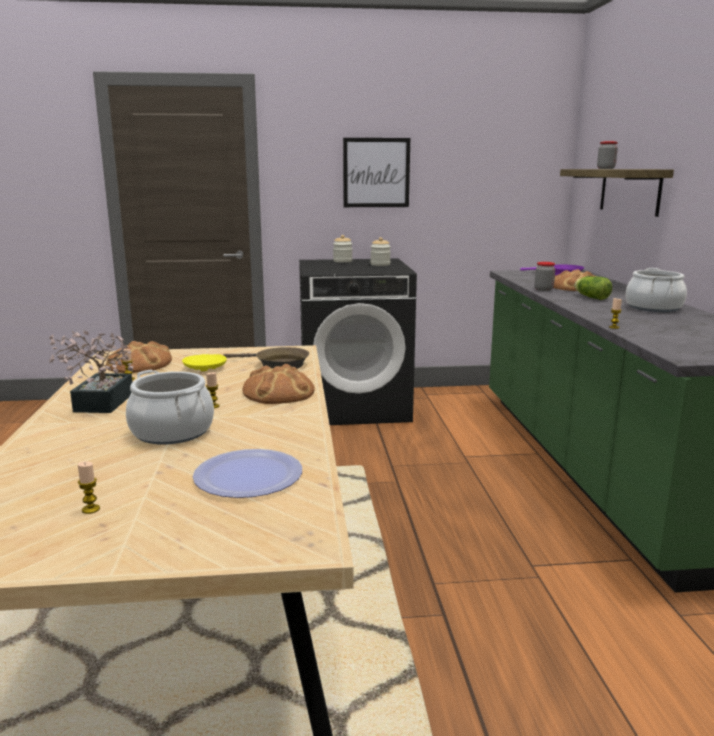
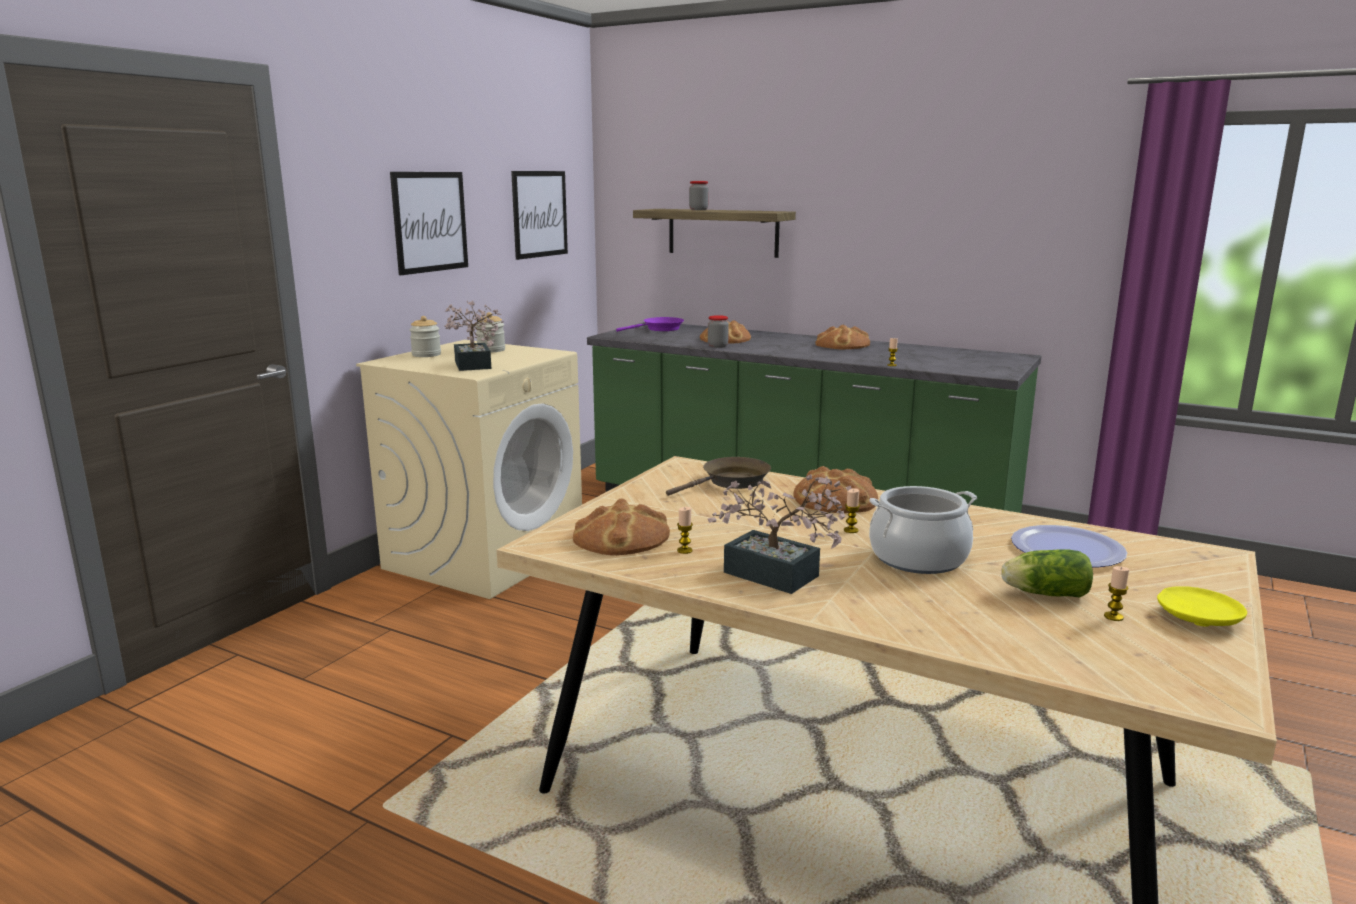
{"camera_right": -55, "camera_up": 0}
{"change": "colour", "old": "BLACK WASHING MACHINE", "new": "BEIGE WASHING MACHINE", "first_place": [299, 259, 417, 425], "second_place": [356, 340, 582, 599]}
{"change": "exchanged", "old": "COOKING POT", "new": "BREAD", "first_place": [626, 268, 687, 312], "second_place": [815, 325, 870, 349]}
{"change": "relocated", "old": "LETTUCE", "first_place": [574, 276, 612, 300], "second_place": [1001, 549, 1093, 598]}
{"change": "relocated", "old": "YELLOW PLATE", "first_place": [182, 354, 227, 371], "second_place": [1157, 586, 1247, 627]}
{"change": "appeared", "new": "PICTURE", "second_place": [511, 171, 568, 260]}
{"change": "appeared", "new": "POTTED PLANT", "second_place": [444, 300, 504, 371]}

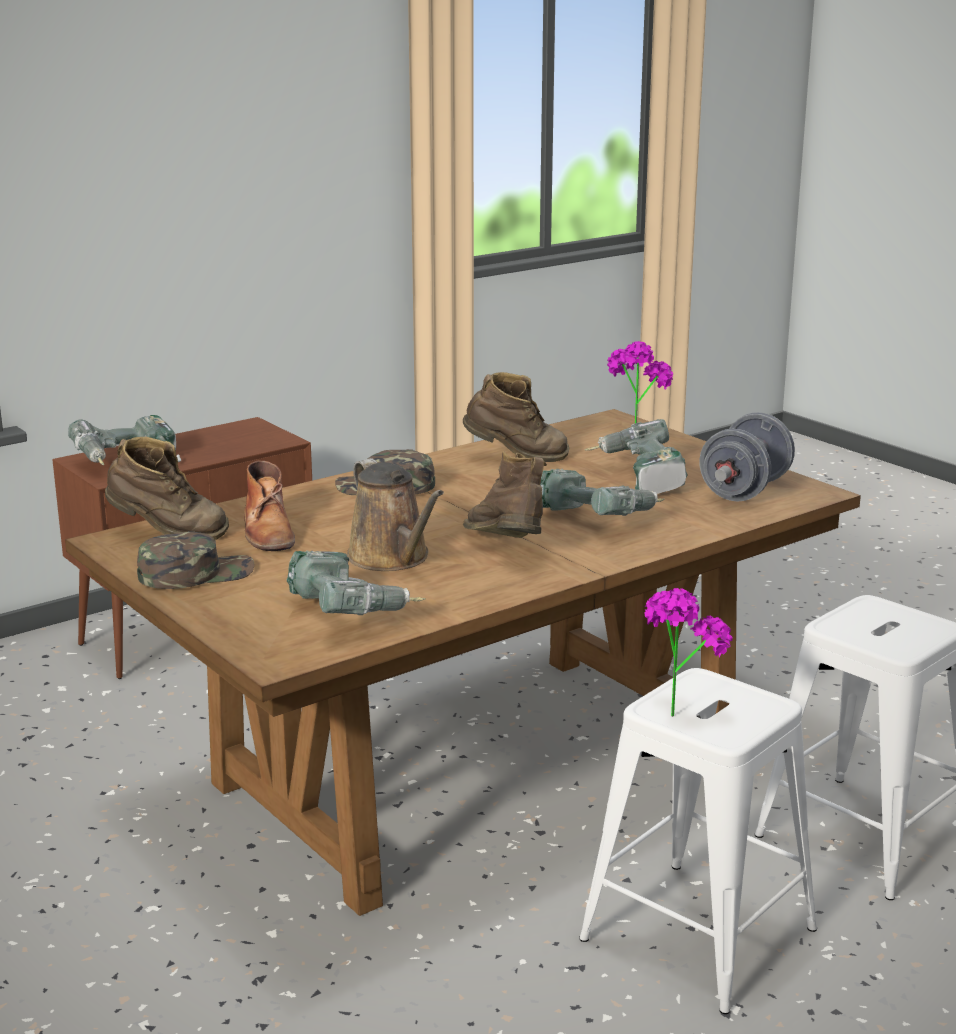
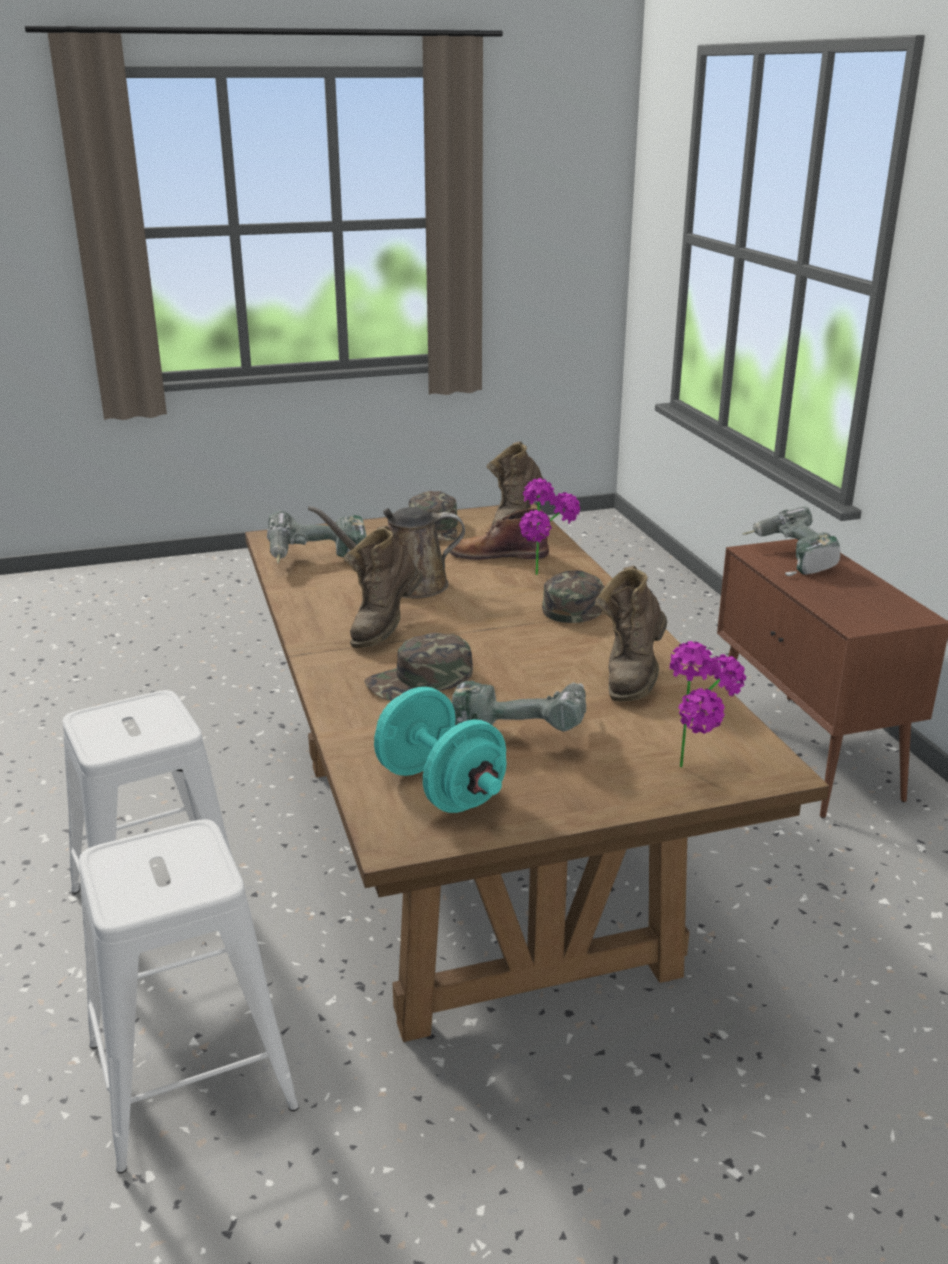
{"camera_right": 110, "camera_up": 5}
{"change": "colour", "old": "GREY DUMBBELL", "new": "TURQUOISE DUMBBELL", "first_place": [699, 412, 795, 502], "second_place": [374, 687, 506, 813]}
{"change": "spun", "old": "BROWN BOOT", "first_place": [463, 452, 547, 538], "second_place": [344, 526, 423, 648], "degrees": 120}
{"change": "exchanged", "old": "POWER DRILL", "new": "GREEN CAP", "first_place": [540, 469, 665, 516], "second_place": [364, 632, 473, 701]}
{"change": "relocated", "old": "POTTED PLANT", "first_place": [644, 588, 732, 717], "second_place": [519, 478, 580, 575]}

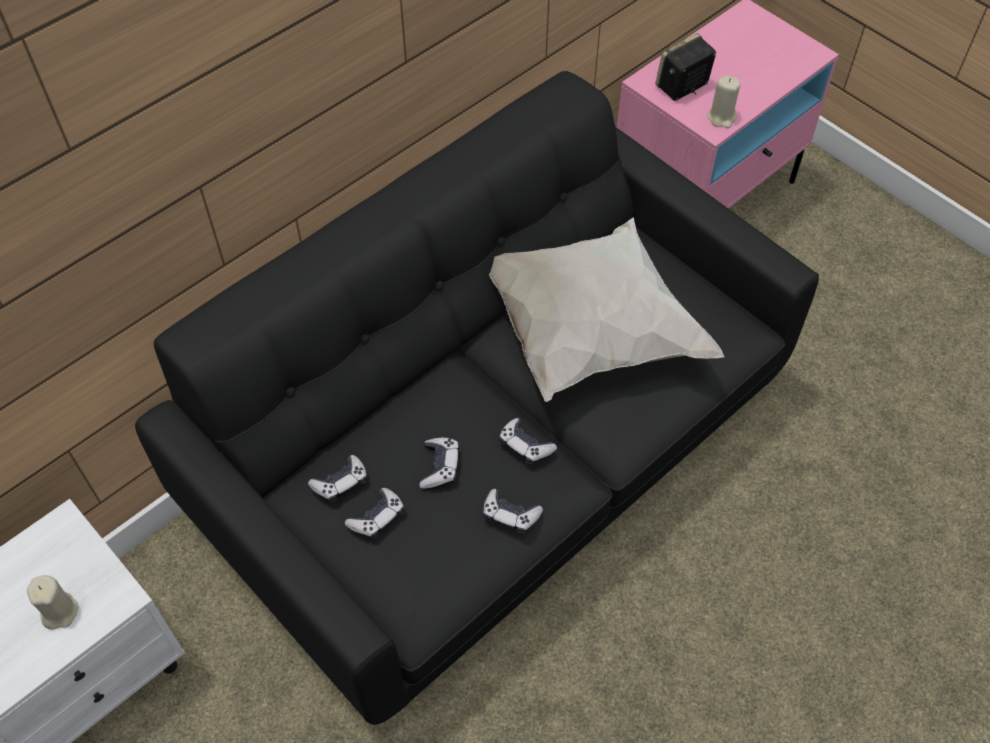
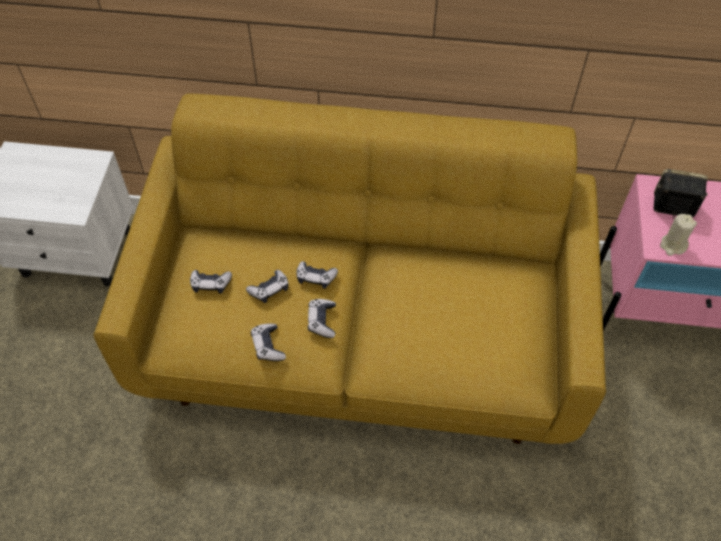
{"camera_right": 50, "camera_up": 0}
{"change": "colour", "old": "BLACK SOFA", "new": "YELLOW SOFA", "first_place": [135, 71, 819, 725], "second_place": [94, 94, 606, 444]}
{"change": "missing", "old": "WHITE PILLOW", "first_place": [489, 217, 724, 402]}
{"change": "relocated", "old": "GAME CONTROLLER", "first_place": [308, 455, 367, 503], "second_place": [296, 261, 338, 289]}
{"change": "missing", "old": "BEIGE CANDLE", "first_place": [27, 575, 78, 630]}

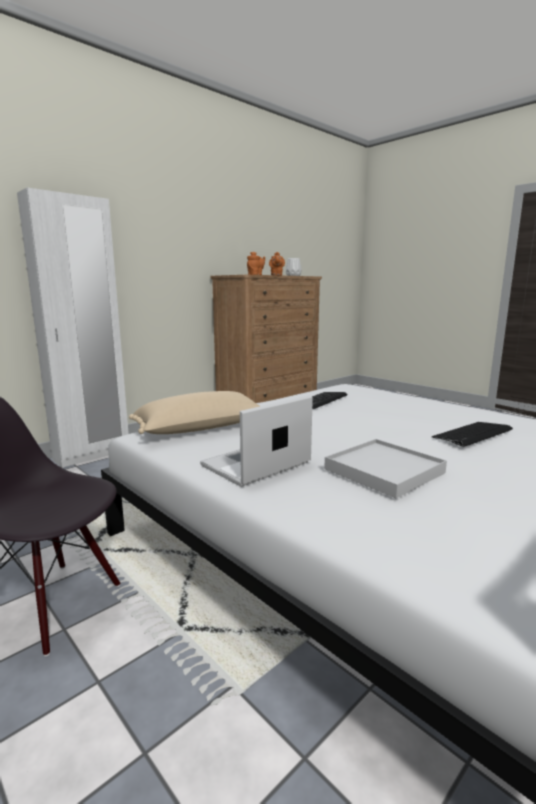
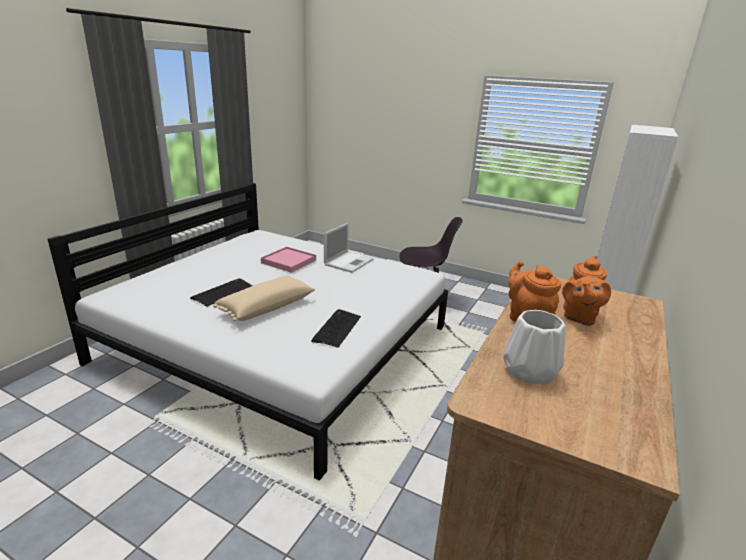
{"camera_right": 160, "camera_up": 10}
{"change": "relocated", "old": "BEIGE PILLOW", "first_place": [129, 391, 260, 434], "second_place": [213, 276, 315, 321]}
{"change": "colour", "old": "WHITE TRAY", "new": "PINK TRAY", "first_place": [324, 439, 447, 498], "second_place": [261, 247, 316, 273]}

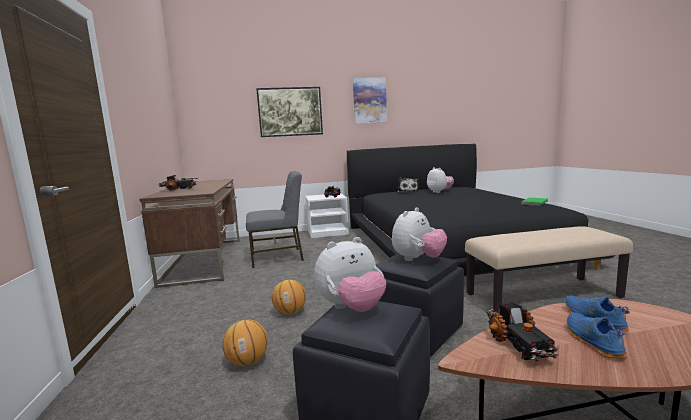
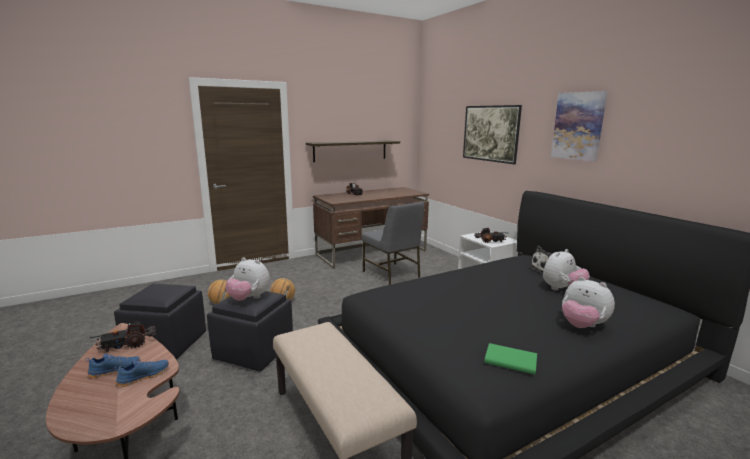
{"camera_right": 70, "camera_up": 5}
{"change": "relocated", "old": "PLUSH TOY", "first_place": [314, 237, 386, 312], "second_place": [562, 277, 615, 328]}
{"change": "appeared", "new": "SHELF", "second_place": [306, 140, 400, 162]}

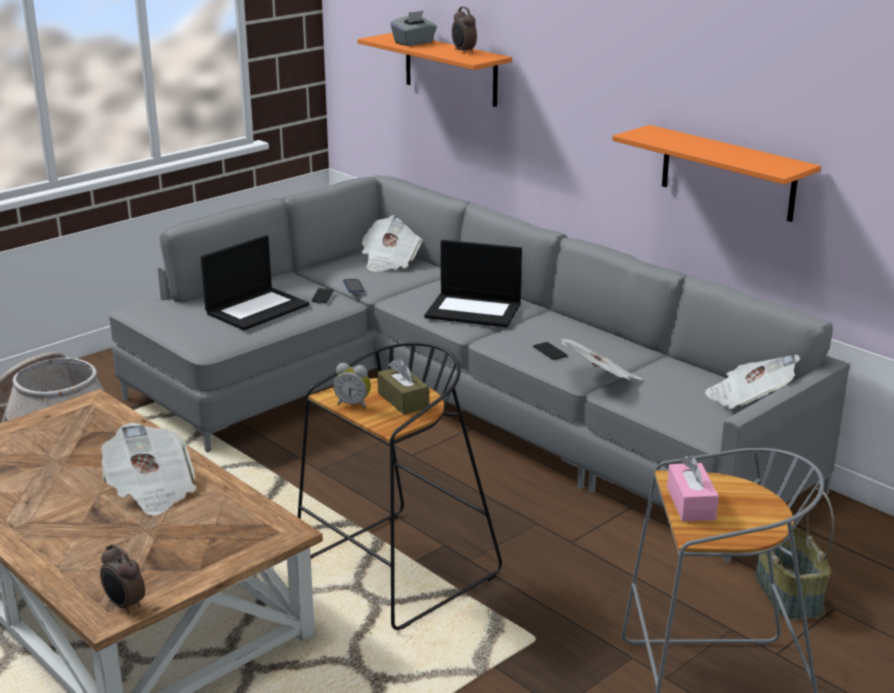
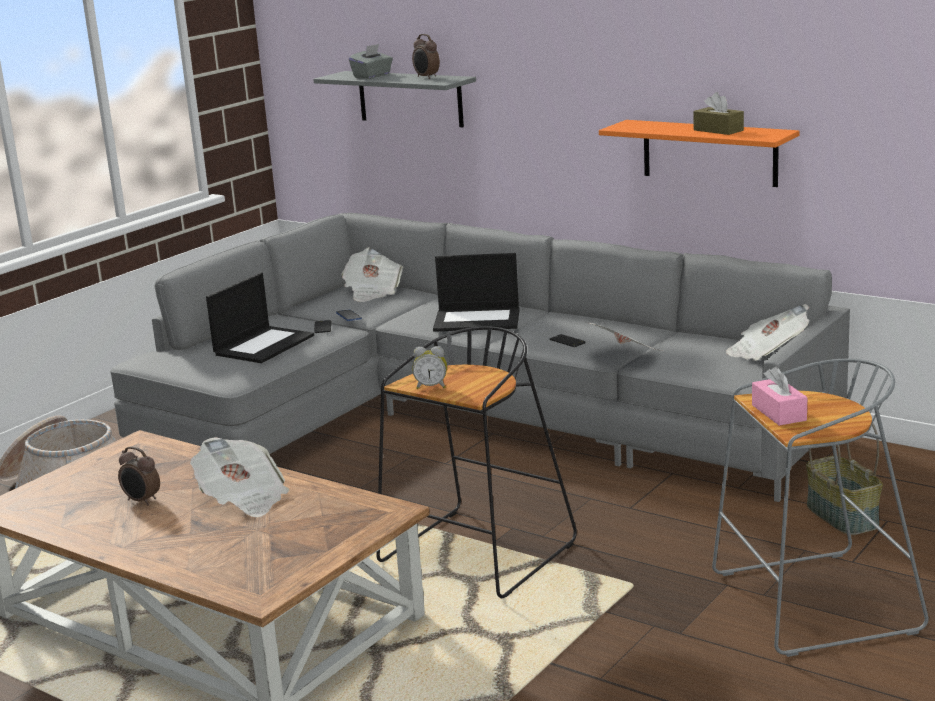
{"camera_right": -10, "camera_up": -5}
{"change": "colour", "old": "ORANGE SHELF", "new": "GREY SHELF", "first_place": [357, 33, 512, 107], "second_place": [313, 71, 476, 127]}
{"change": "relocated", "old": "BROWN TISSUE BOX", "first_place": [377, 358, 429, 415], "second_place": [693, 92, 744, 135]}
{"change": "relocated", "old": "ALARM CLOCK", "first_place": [100, 544, 145, 614], "second_place": [118, 446, 160, 505]}

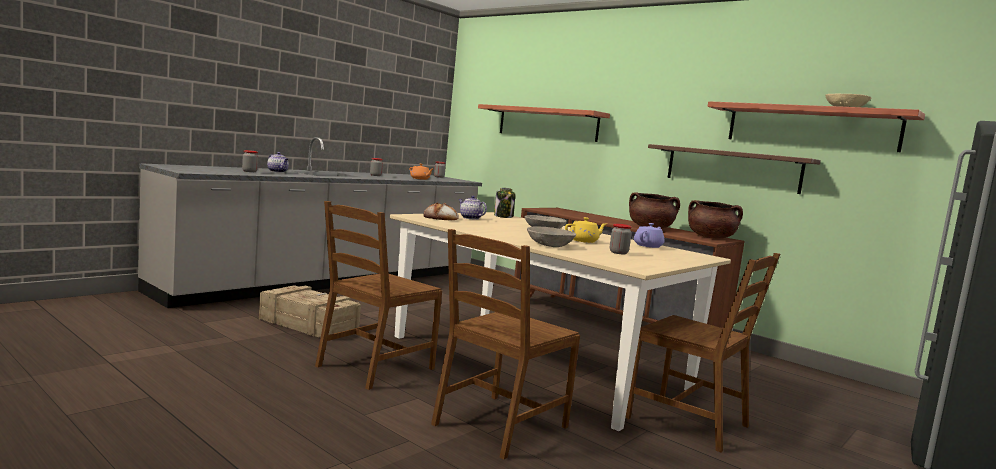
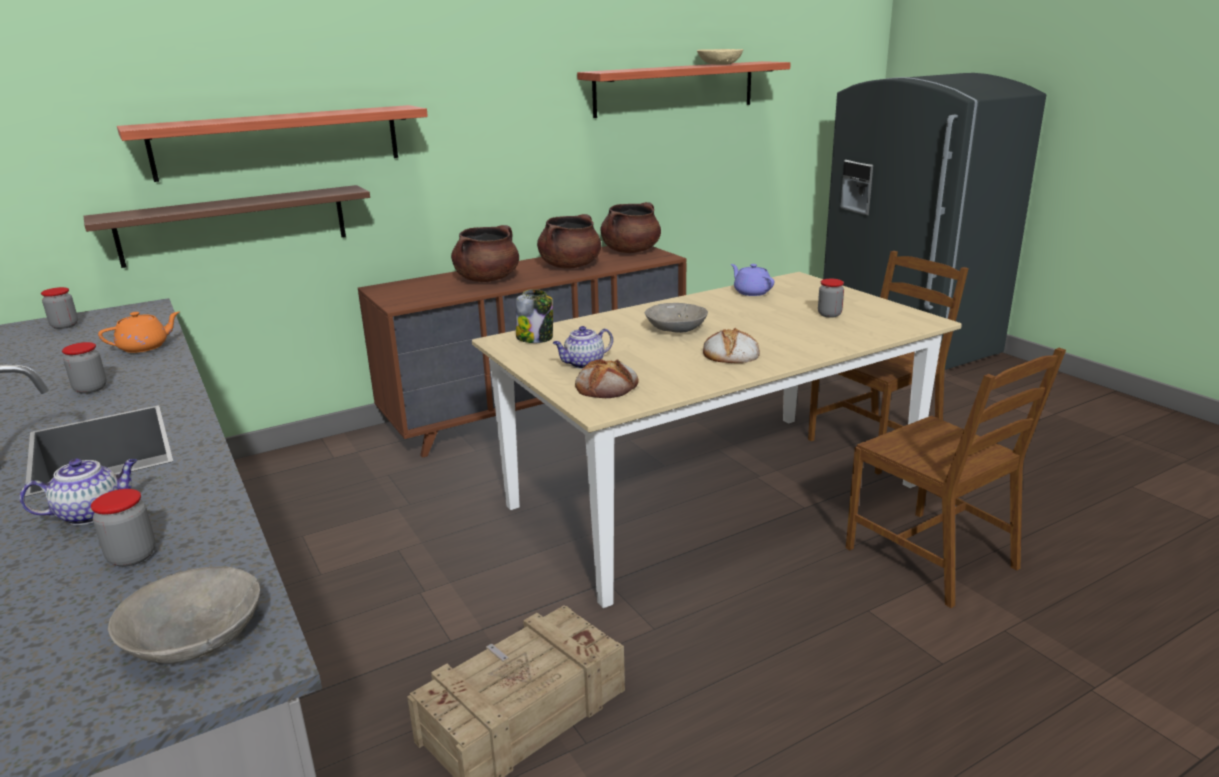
{"camera_right": -70, "camera_up": 15}
{"change": "relocated", "old": "SHELF", "first_place": [648, 144, 821, 194], "second_place": [84, 185, 370, 268]}
{"change": "missing", "old": "BROWN CHAIR", "first_place": [315, 201, 442, 390]}
{"change": "missing", "old": "YELLOW TEAPOT", "first_place": [565, 217, 606, 243]}
{"change": "relocated", "old": "GREY BOWL", "first_place": [527, 227, 576, 247], "second_place": [108, 566, 260, 664]}
{"change": "appeared", "new": "BROWN COOKING POT", "second_place": [451, 225, 519, 282]}
{"change": "appeared", "new": "BREAD", "second_place": [703, 328, 760, 363]}

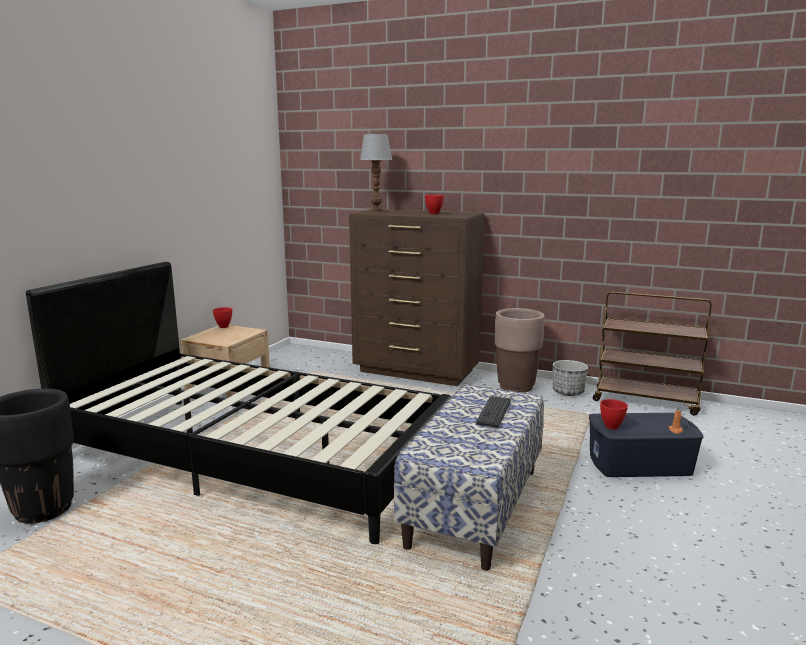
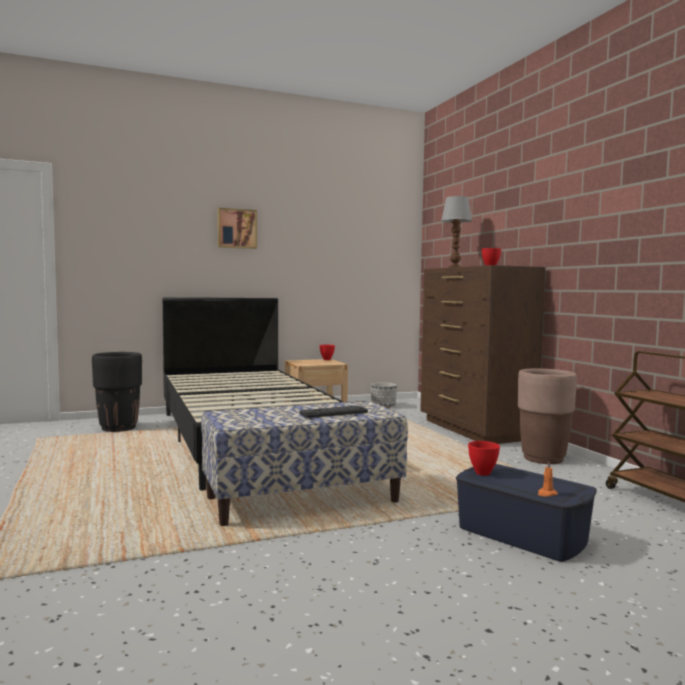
{"camera_right": 45, "camera_up": -10}
{"change": "relocated", "old": "PLANTER", "first_place": [553, 360, 588, 396], "second_place": [370, 382, 397, 408]}
{"change": "appeared", "new": "PICTURE", "second_place": [218, 208, 257, 249]}

